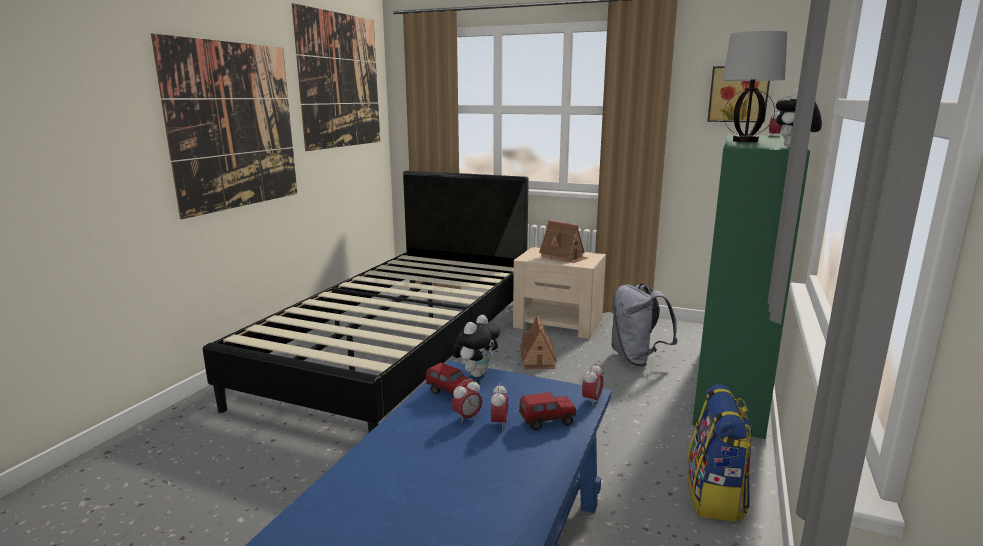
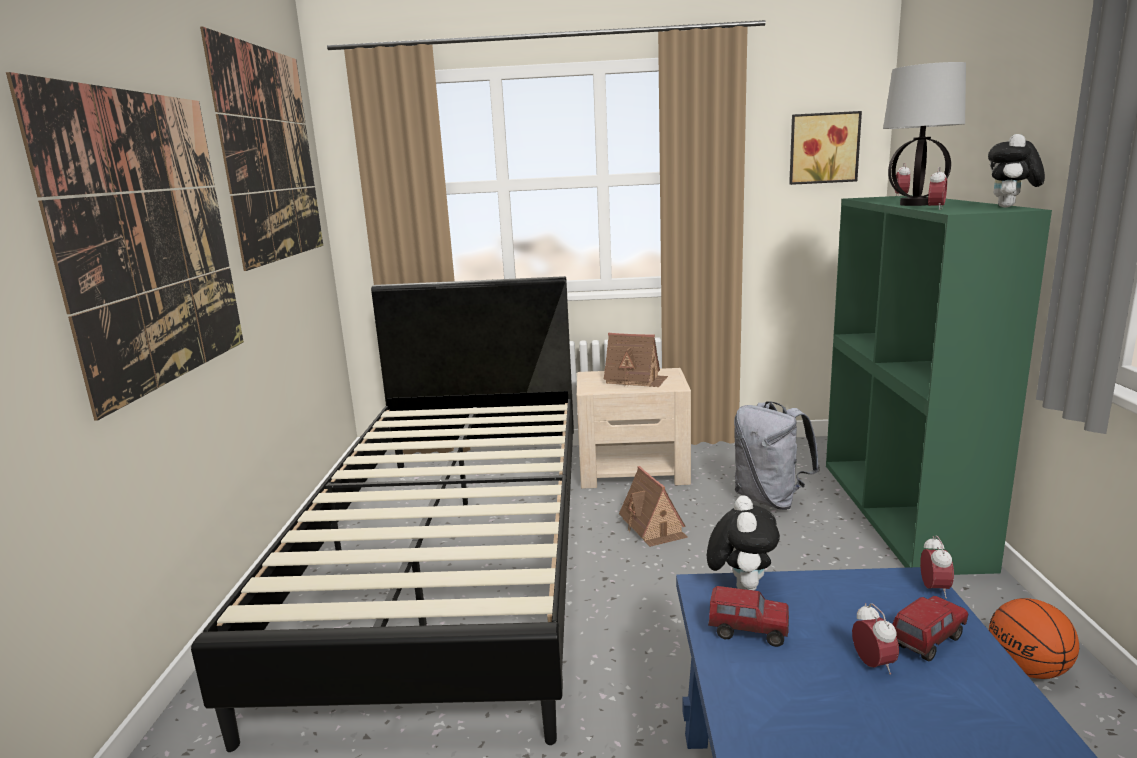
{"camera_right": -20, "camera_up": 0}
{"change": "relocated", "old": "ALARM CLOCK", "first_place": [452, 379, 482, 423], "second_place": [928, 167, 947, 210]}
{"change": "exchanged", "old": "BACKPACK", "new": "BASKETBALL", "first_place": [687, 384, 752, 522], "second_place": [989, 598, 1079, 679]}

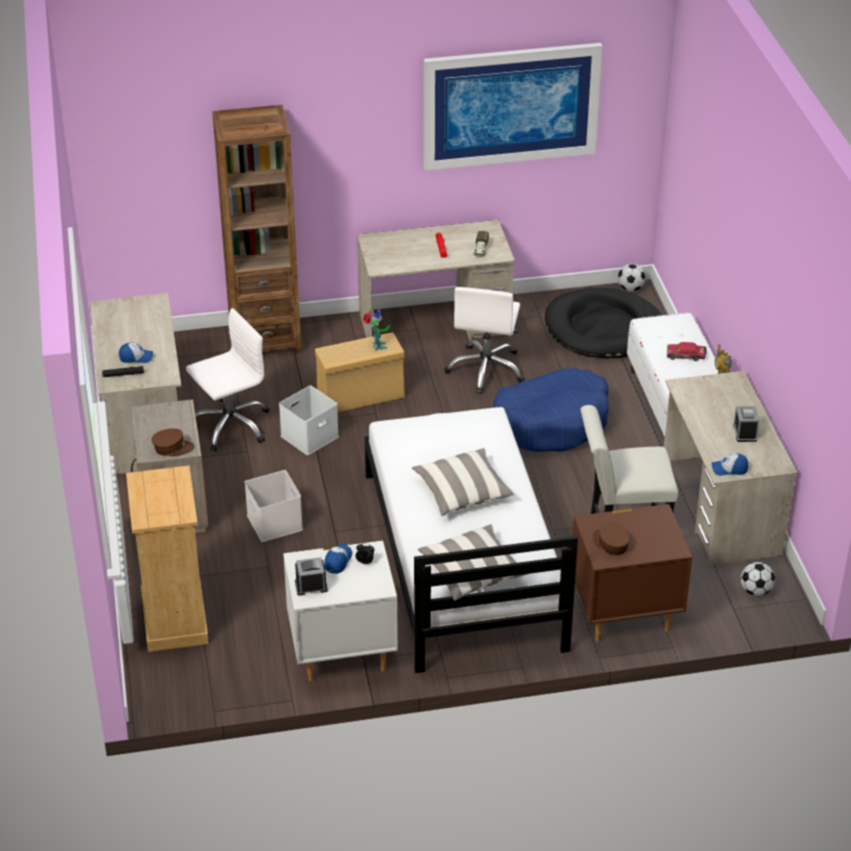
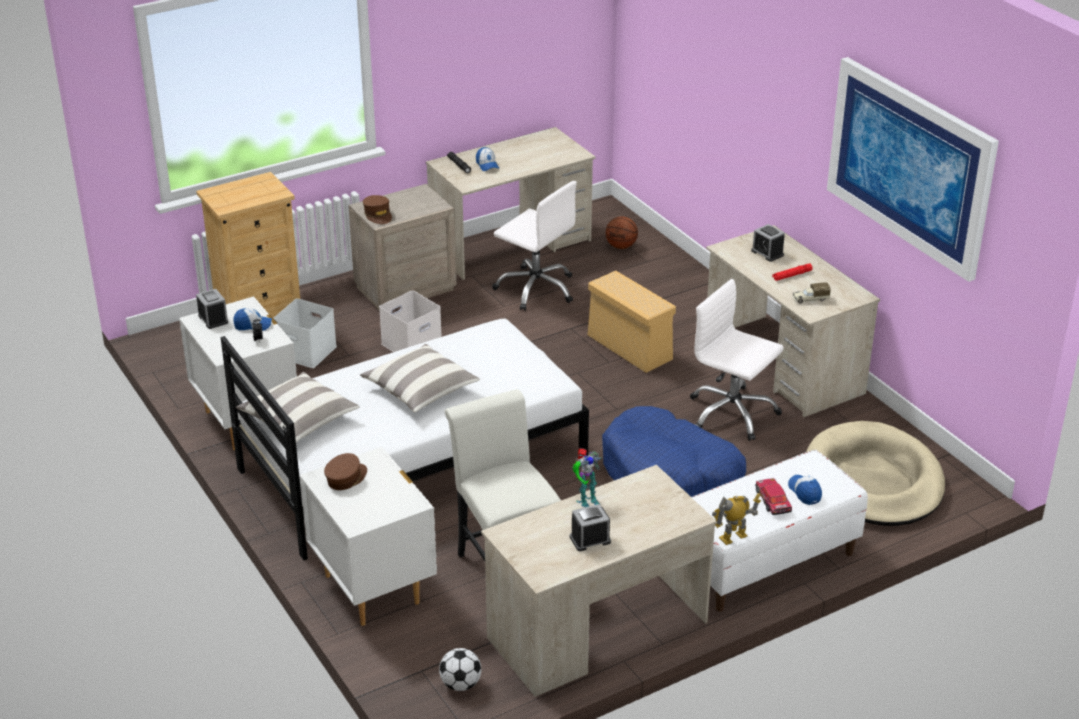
{"camera_right": 70, "camera_up": -5}
{"change": "missing", "old": "BROWN BOOKCASE", "first_place": [212, 105, 301, 354]}
{"change": "missing", "old": "FOOTBALL", "first_place": [618, 264, 646, 292]}
{"change": "spun", "old": "WHITE OFFICE CHAIR", "first_place": [444, 287, 525, 394], "second_place": [690, 279, 784, 441], "degrees": 45}
{"change": "colour", "old": "BLACK DOG BED", "new": "BEIGE DOG BED", "first_place": [545, 288, 662, 358], "second_place": [806, 421, 945, 526]}
{"change": "relocated", "old": "TOY ROBOT", "first_place": [363, 309, 390, 351], "second_place": [572, 448, 602, 507]}
{"change": "relocated", "old": "WHITE STORAGE BOX", "first_place": [279, 385, 339, 455], "second_place": [274, 298, 337, 368]}
{"change": "relocated", "old": "CAP", "first_place": [712, 453, 748, 476], "second_place": [788, 475, 822, 505]}
{"change": "colour", "old": "BROWN NIGHTSTAND", "new": "WHITE NIGHTSTAND", "first_place": [573, 504, 692, 642], "second_place": [300, 447, 437, 626]}
{"change": "appeared", "new": "BASKETBALL", "second_place": [606, 216, 638, 249]}
{"change": "appeared", "new": "ALARM CLOCK", "second_place": [751, 224, 785, 262]}

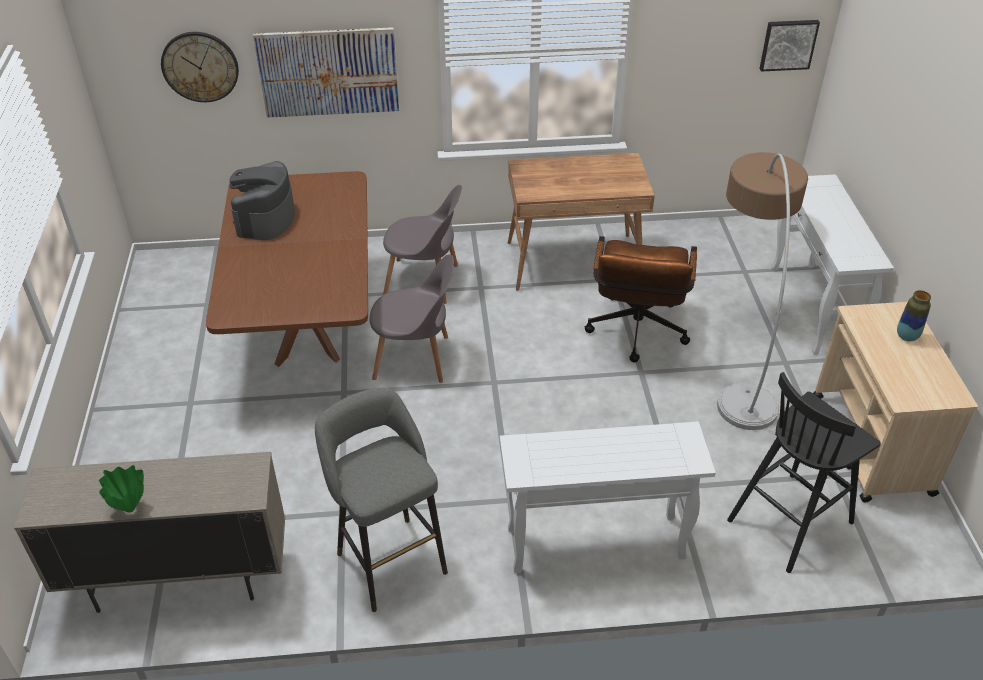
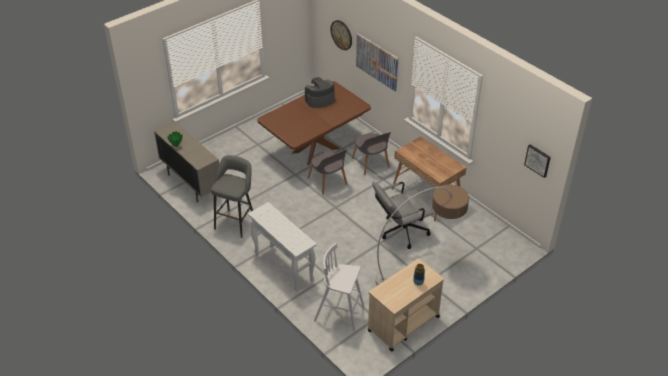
{"camera_right": 55, "camera_up": 0}
{"change": "missing", "old": "WHITE CONSOLE TABLE", "first_place": [772, 174, 894, 355]}
{"change": "colour", "old": "BROWN OFFICE CHAIR", "new": "GREY OFFICE CHAIR", "first_place": [585, 236, 697, 362], "second_place": [372, 182, 434, 249]}
{"change": "colour", "old": "BLACK STOOL", "new": "WHITE STOOL", "first_place": [727, 372, 880, 573], "second_place": [314, 243, 364, 331]}

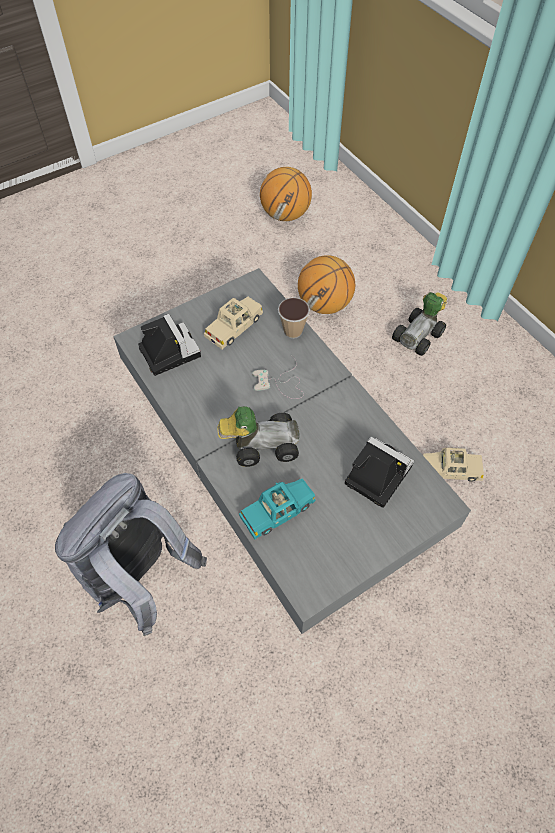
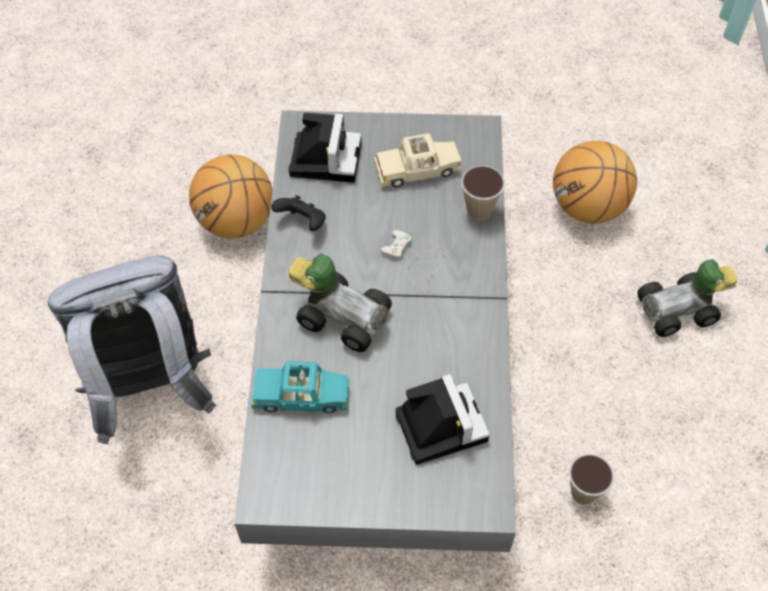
{"camera_right": 35, "camera_up": 0}
{"change": "relocated", "old": "BASKETBALL", "first_place": [260, 167, 312, 221], "second_place": [189, 155, 273, 238]}
{"change": "exchanged", "old": "BEIGE TOY CAR", "new": "CUP", "first_place": [423, 447, 484, 482], "second_place": [569, 454, 614, 505]}
{"change": "appeared", "new": "BLACK GAME CONTROLLER", "second_place": [271, 195, 326, 231]}

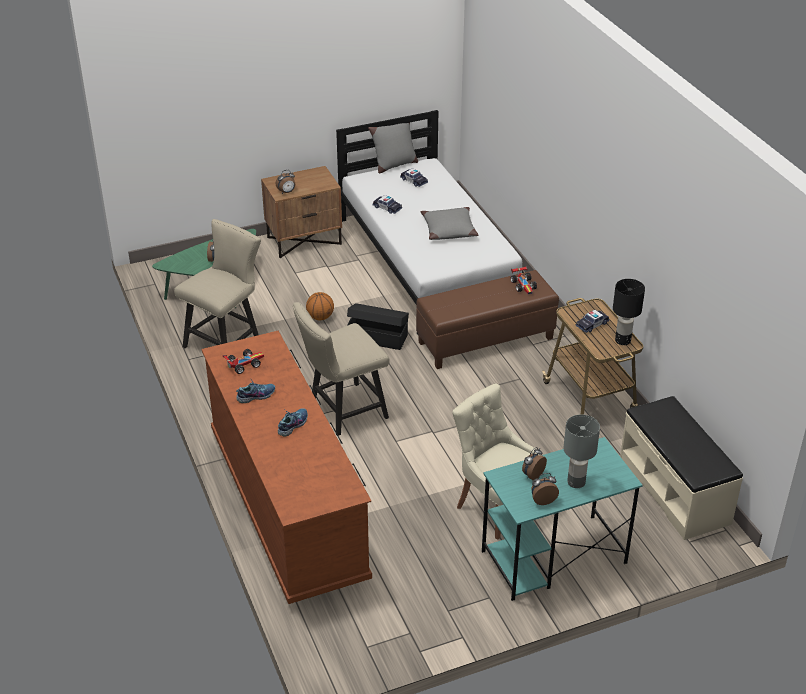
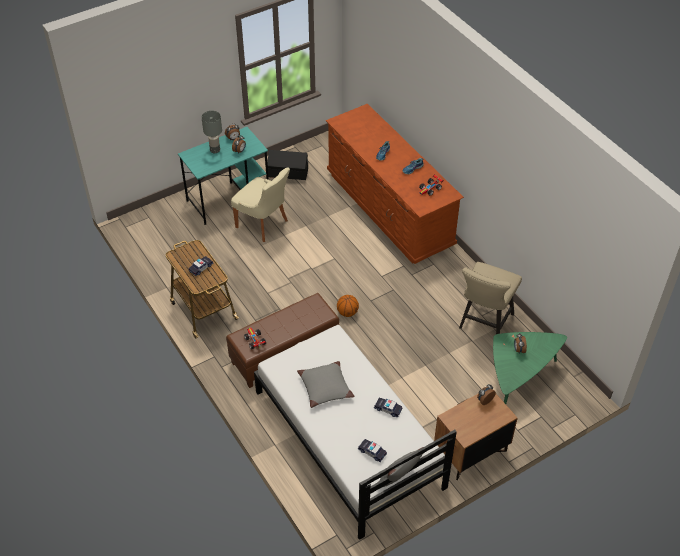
{"camera_right": 170, "camera_up": 10}
{"change": "missing", "old": "BLACK TABLE LAMP", "first_place": [613, 279, 645, 345]}
{"change": "relocated", "old": "BASKETBALL", "first_place": [306, 292, 334, 321], "second_place": [337, 295, 359, 317]}
{"change": "missing", "old": "BEIGE CHAIR", "first_place": [293, 302, 390, 436]}
{"change": "relocated", "old": "BLACK STORAGE BOX", "first_place": [347, 303, 409, 350], "second_place": [267, 150, 308, 180]}
{"change": "missing", "old": "BEIGE BENCH", "first_place": [620, 396, 743, 540]}

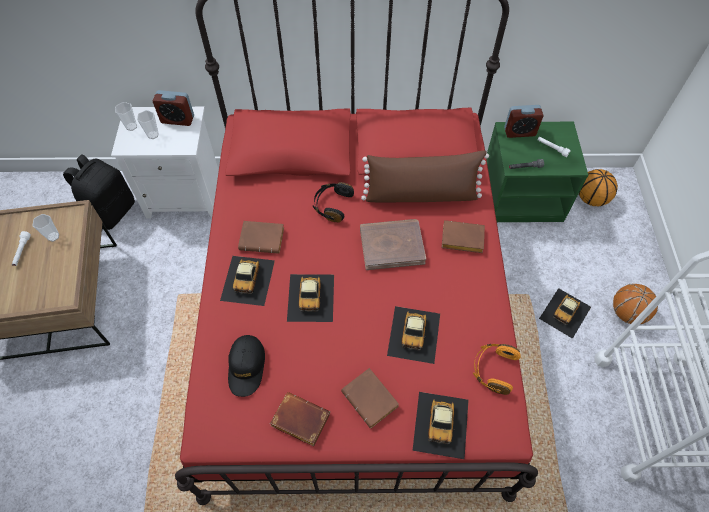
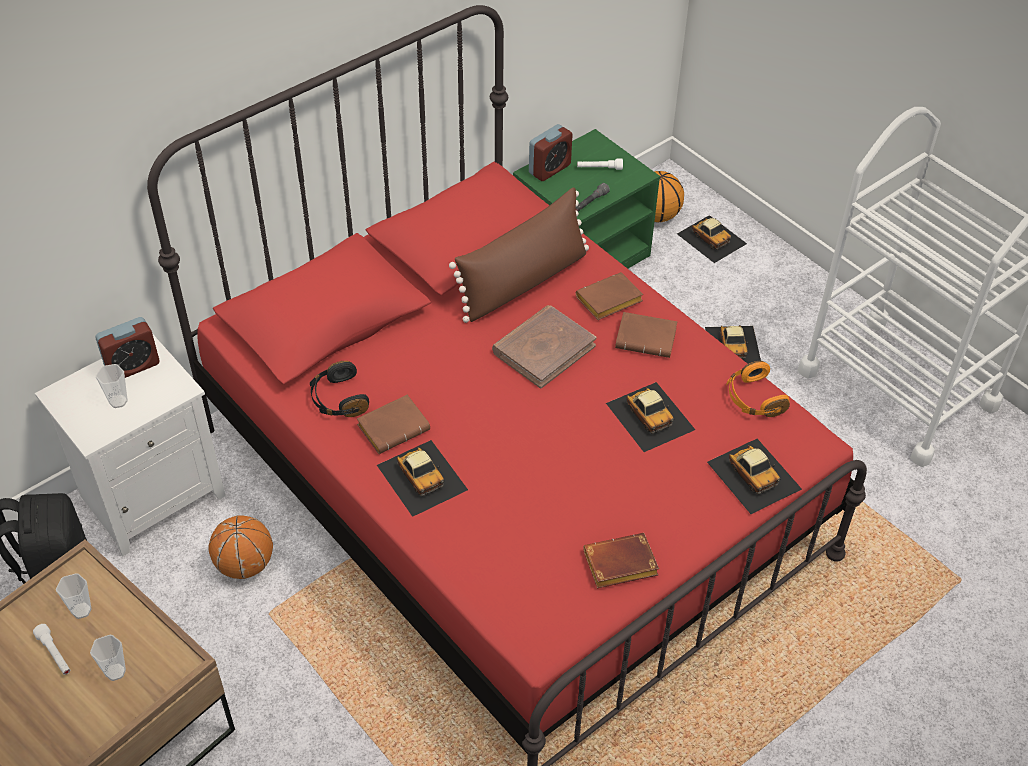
{"camera_right": -40, "camera_up": -10}
{"change": "relocated", "old": "CUP", "first_place": [115, 102, 137, 131], "second_place": [90, 635, 126, 681]}
{"change": "relocated", "old": "BLACK HEADPHONES", "first_place": [313, 182, 354, 222], "second_place": [310, 361, 369, 417]}
{"change": "relocated", "old": "TOY CAR", "first_place": [287, 274, 334, 322], "second_place": [677, 215, 747, 263]}
{"change": "relocated", "old": "BASKETBALL", "first_place": [613, 284, 658, 324], "second_place": [208, 515, 273, 579]}
{"change": "missing", "old": "BLACK CAP", "first_place": [228, 335, 265, 397]}
{"change": "relocated", "old": "BROWN BOOK", "first_place": [341, 368, 399, 428], "second_place": [615, 312, 678, 358]}

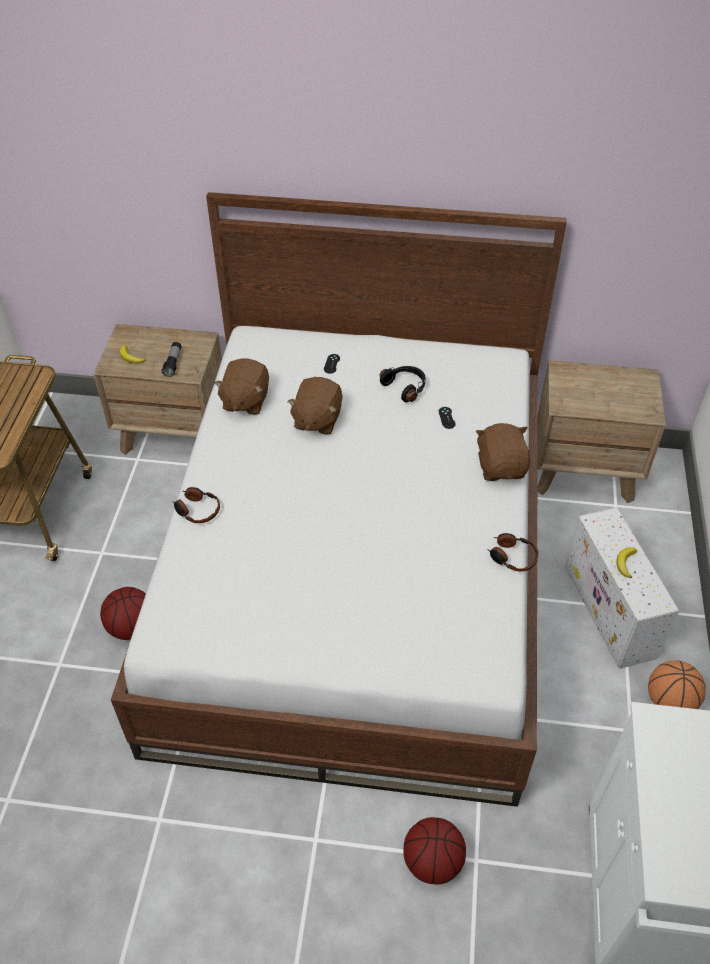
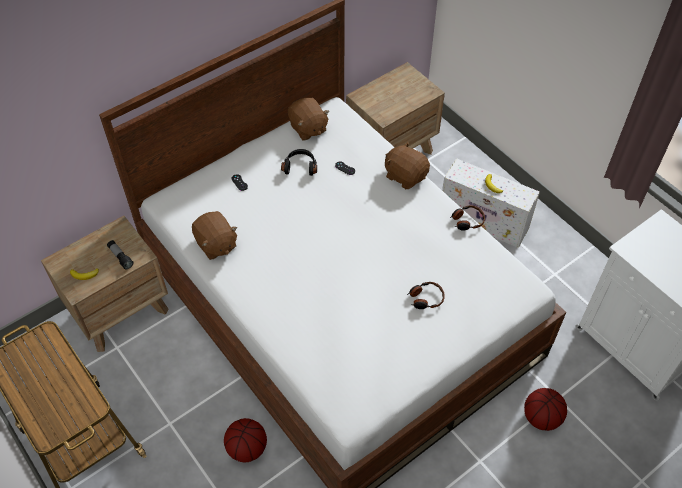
{"camera_right": -45, "camera_up": 5}
{"change": "relocated", "old": "BROWN PLUSH TOY", "first_place": [287, 377, 343, 435], "second_place": [288, 98, 330, 141]}
{"change": "relocated", "old": "HEADPHONES", "first_place": [172, 487, 220, 523], "second_place": [407, 282, 445, 309]}
{"change": "missing", "old": "BASKETBALL", "first_place": [648, 660, 706, 709]}

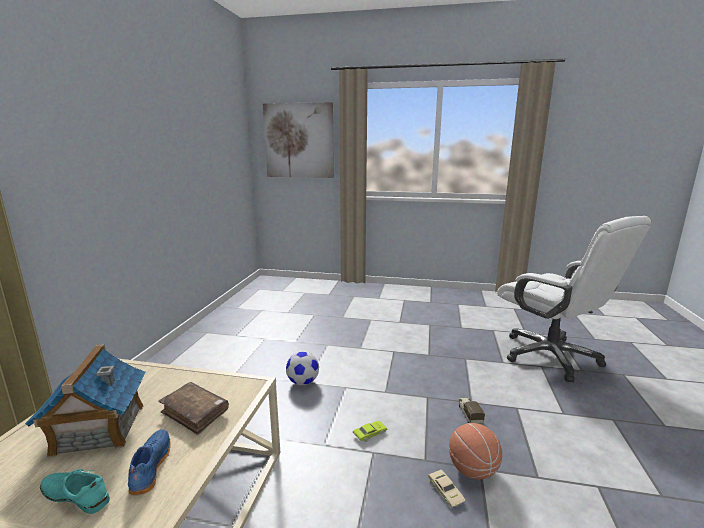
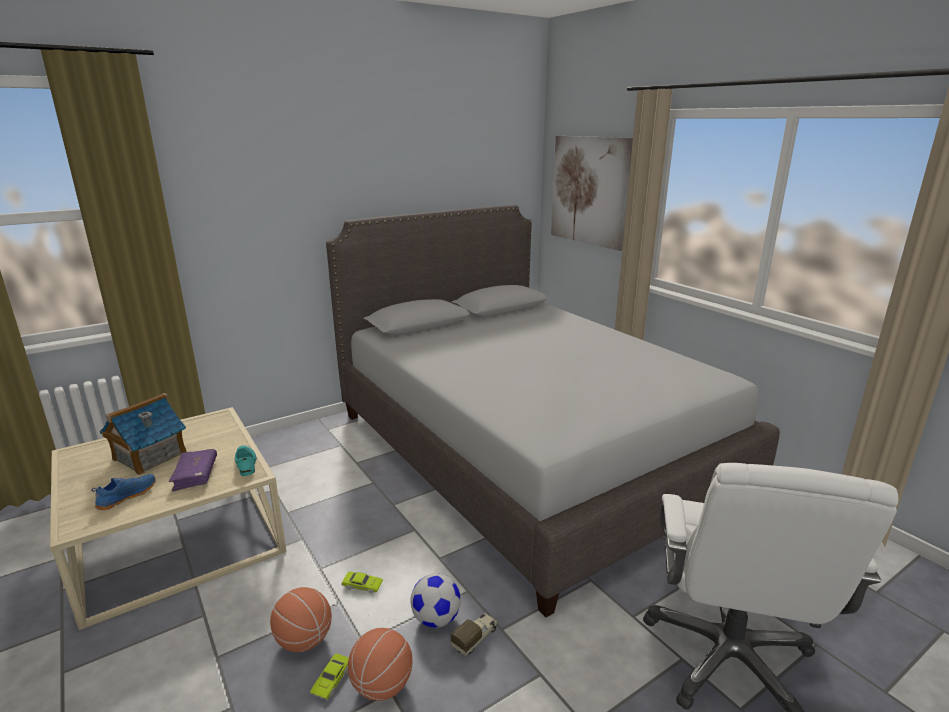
{"camera_right": 45, "camera_up": 5}
{"change": "relocated", "old": "FOOTBALL", "first_place": [286, 351, 319, 385], "second_place": [410, 573, 461, 628]}
{"change": "colour", "old": "BROWN BOOK", "new": "PURPLE BOOK", "first_place": [159, 382, 229, 435], "second_place": [169, 449, 217, 492]}
{"change": "relocated", "old": "TURQUOISE SHOE", "first_place": [40, 469, 110, 514], "second_place": [235, 445, 256, 476]}
{"change": "colour", "old": "BEIGE TOY CAR", "new": "GREEN TOY CAR", "first_place": [428, 470, 466, 508], "second_place": [310, 653, 349, 699]}
{"change": "appeared", "new": "GREY BED", "second_place": [326, 205, 780, 617]}
{"change": "appeared", "new": "BASKETBALL", "second_place": [270, 587, 332, 652]}

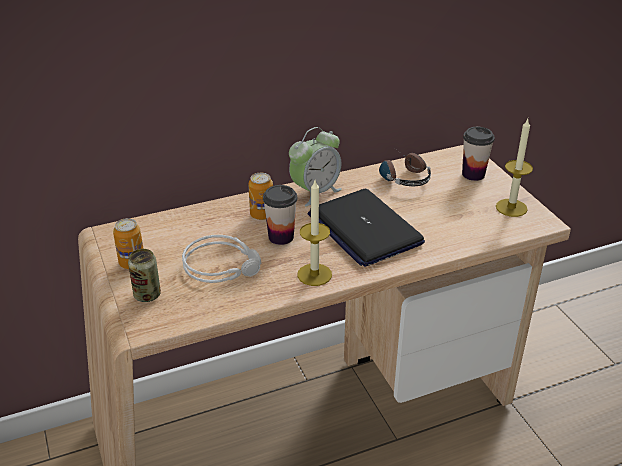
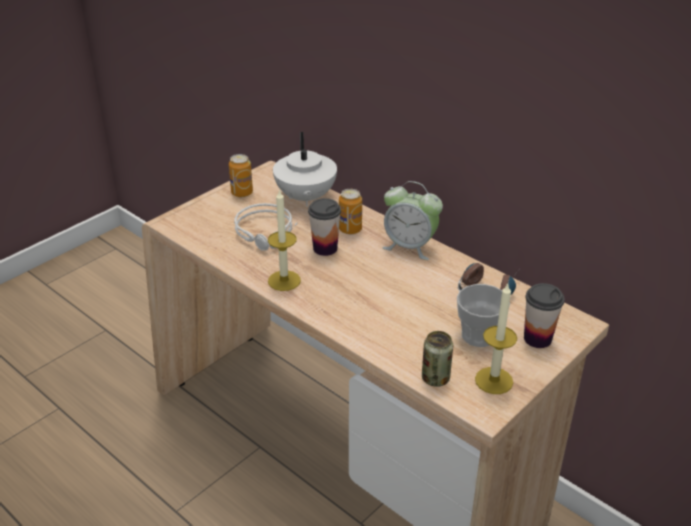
{"camera_right": 65, "camera_up": 0}
{"change": "missing", "old": "LAPTOP", "first_place": [307, 189, 425, 267]}
{"change": "relocated", "old": "CAN", "first_place": [128, 249, 161, 302], "second_place": [422, 331, 453, 387]}
{"change": "appeared", "new": "WHITE TEAPOT", "second_place": [273, 132, 337, 207]}
{"change": "appeared", "new": "CUP", "second_place": [457, 284, 510, 347]}

